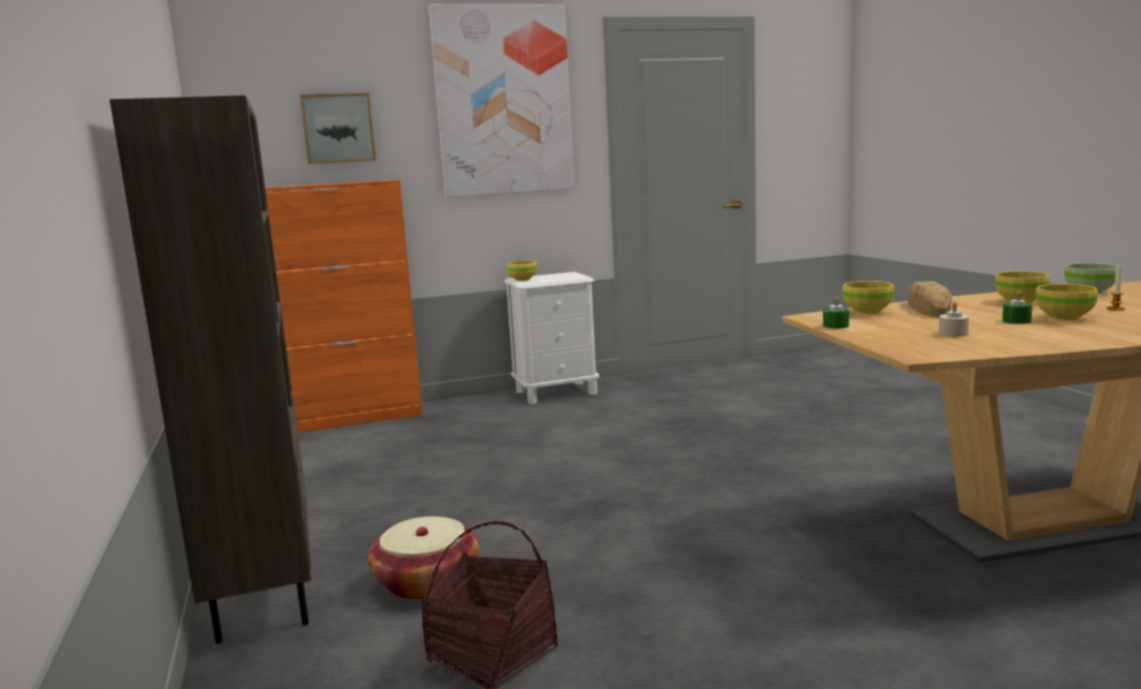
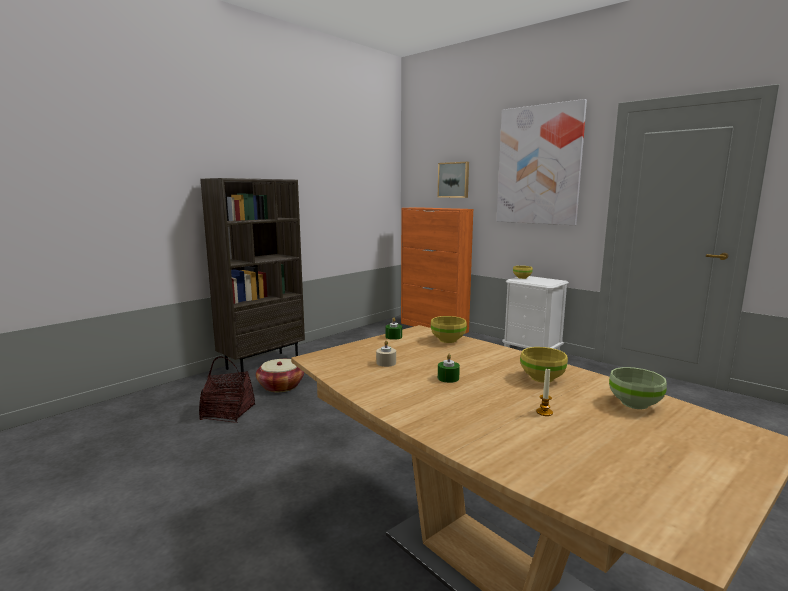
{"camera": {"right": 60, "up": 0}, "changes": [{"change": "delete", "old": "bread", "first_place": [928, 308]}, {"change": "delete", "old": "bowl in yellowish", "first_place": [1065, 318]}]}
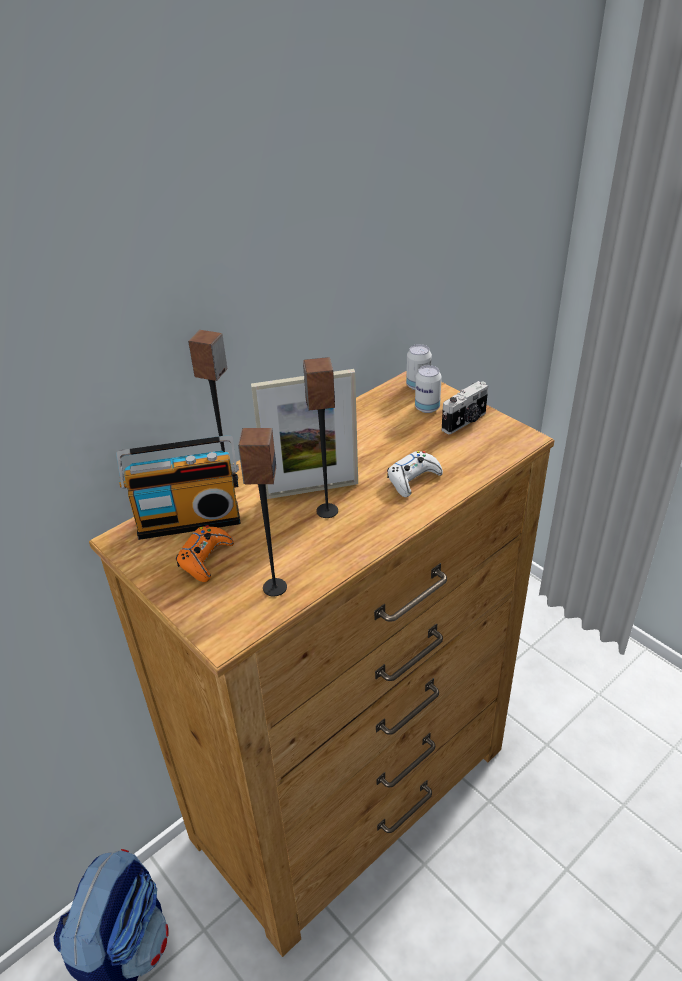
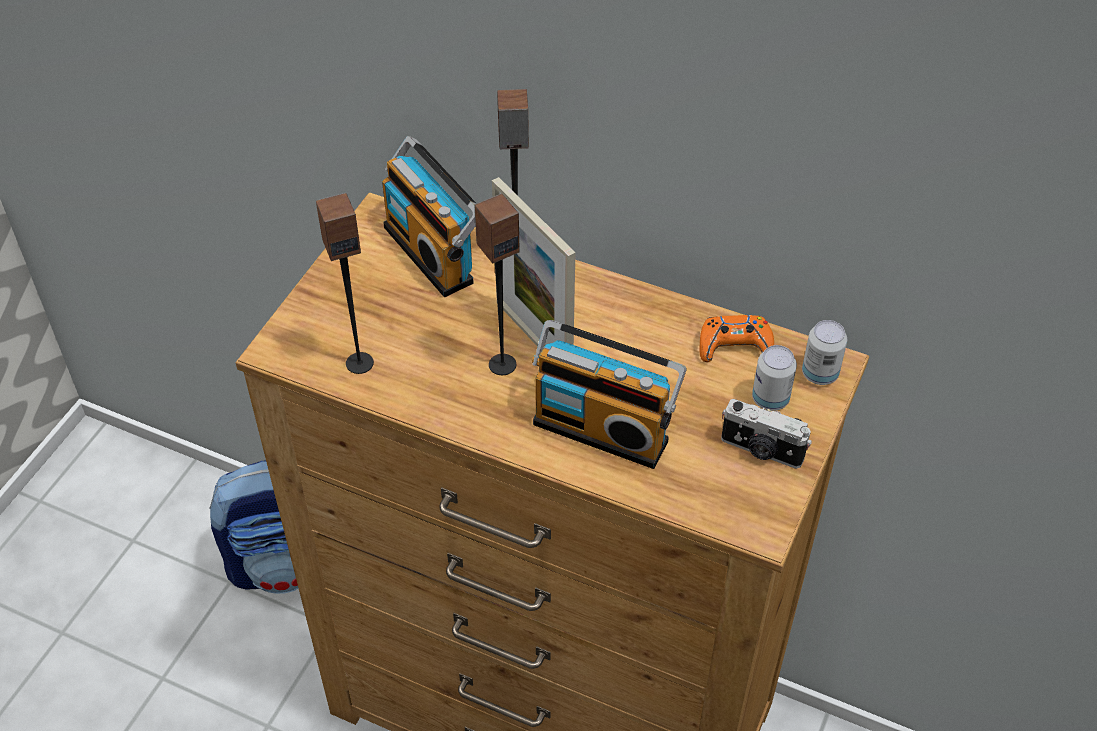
{"camera": {"right": 65, "up": 10}, "changes": [{"change": "move", "old": "gamepad in orangey", "first_place": [205, 558], "second_place": [734, 346]}, {"change": "replace", "old": "gamepad in white", "new": "radio set", "first_place": [413, 479], "second_place": [603, 428]}]}
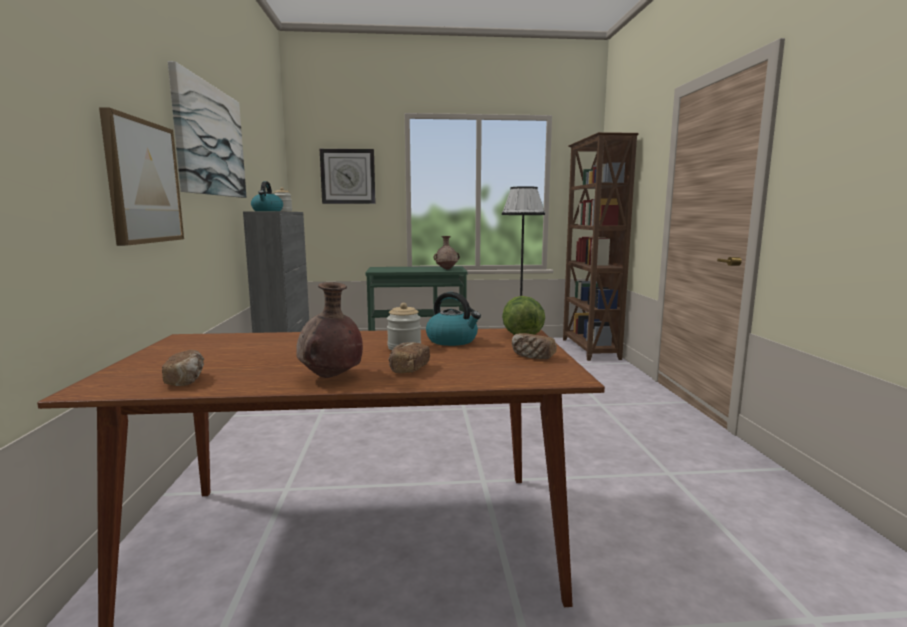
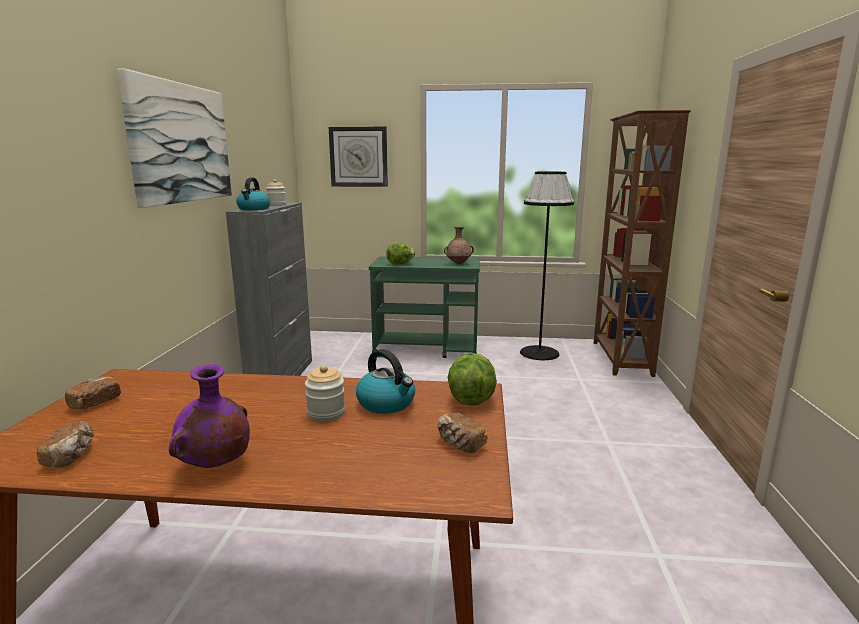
{"camera": {"right": 10, "up": 5}, "changes": [{"change": "delete", "old": "wall picture", "first_place": [142, 182]}, {"change": "insert", "new": "lettuce head", "second_place": [400, 264]}, {"change": "move", "old": "bread", "first_place": [408, 369], "second_place": [94, 403]}, {"change": "recolor", "old": "flower vase in brownish", "new": "flower vase in purple-coloured", "first_place": [331, 377], "second_place": [214, 466]}]}
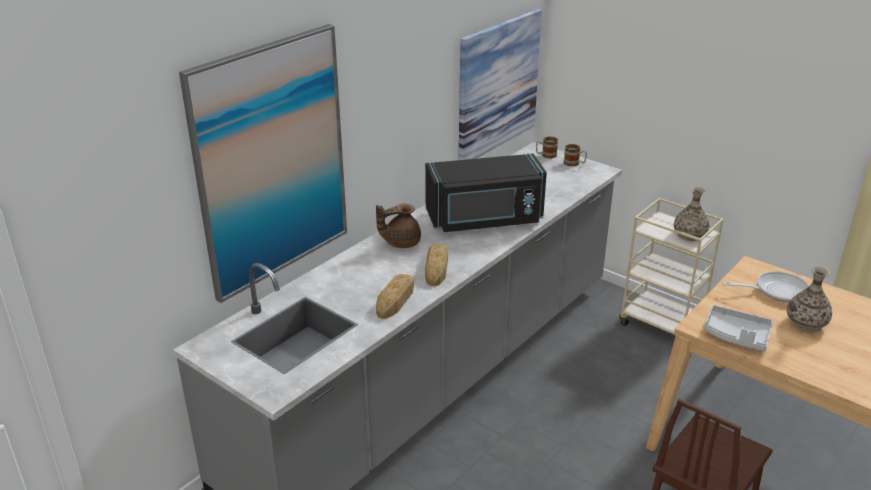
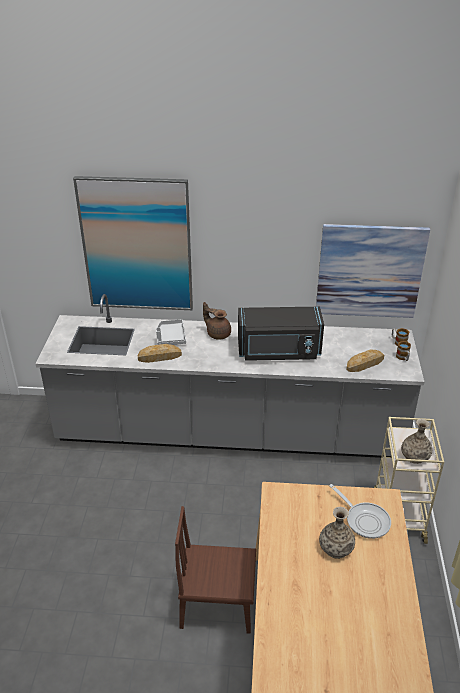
{"camera": {"right": 55, "up": 5}, "changes": [{"change": "move", "old": "bread", "first_place": [436, 268], "second_place": [365, 364]}, {"change": "move", "old": "tray in greyish", "first_place": [736, 335], "second_place": [170, 337]}, {"change": "rotate", "old": "microwave oven in black-coloured", "first_place": [485, 219], "second_place": [279, 351], "degrees": -45}]}
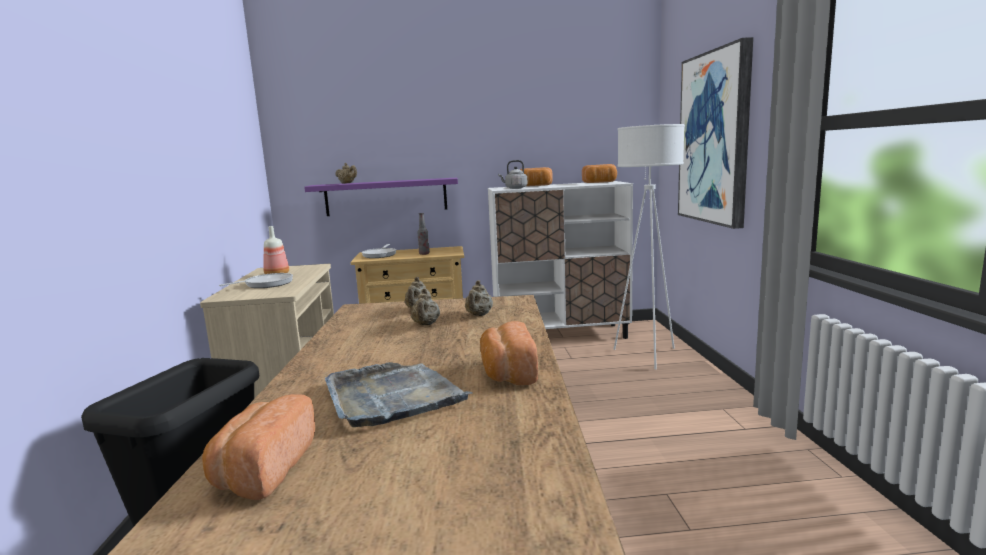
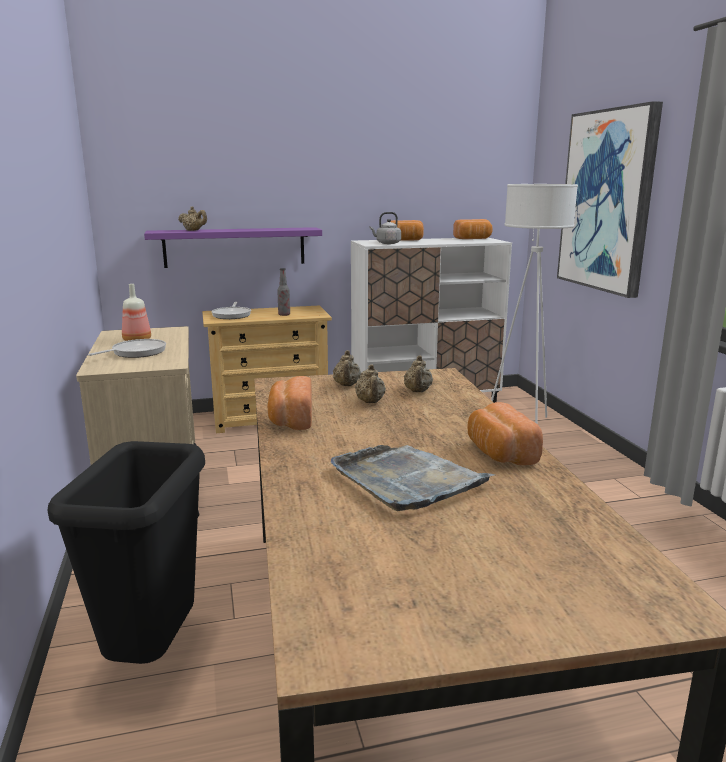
{"camera": {"right": -10, "up": 5}, "changes": [{"change": "move", "old": "bread", "first_place": [263, 470], "second_place": [290, 420]}]}
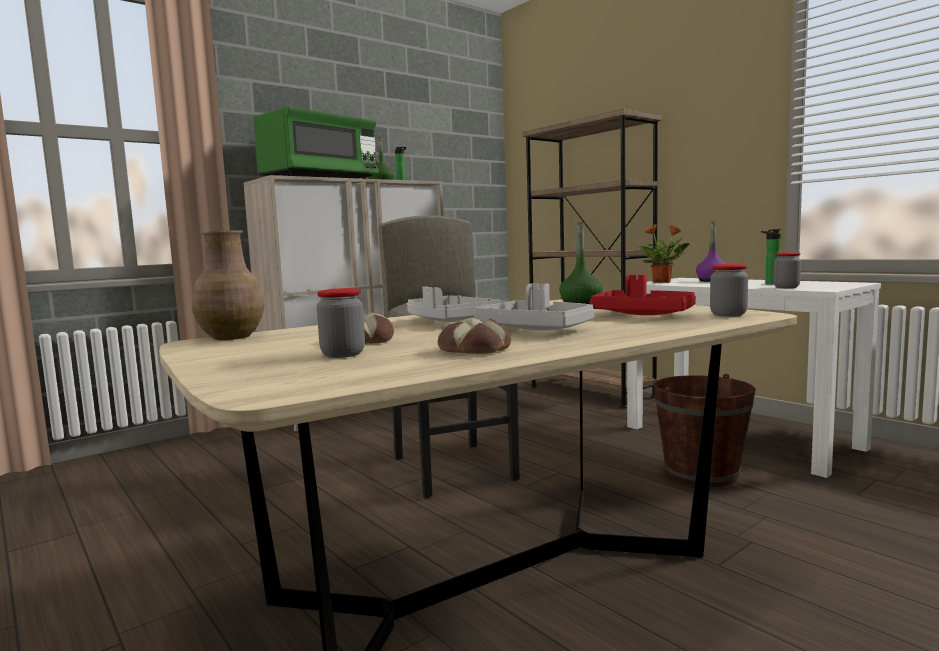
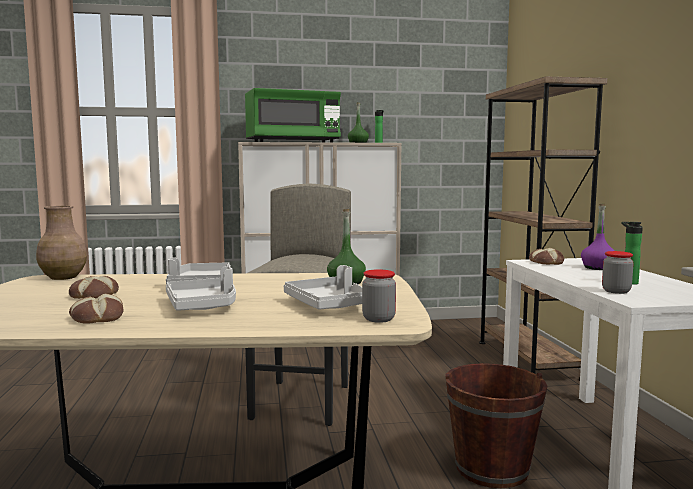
{"camera": {"right": 30, "up": 0}, "changes": [{"change": "delete", "old": "storage jar", "first_place": [343, 354]}, {"change": "replace", "old": "plant in a pot", "new": "bread", "first_place": [662, 282], "second_place": [545, 262]}, {"change": "recolor", "old": "tray in red", "new": "tray in greyish", "first_place": [643, 314], "second_place": [328, 305]}]}
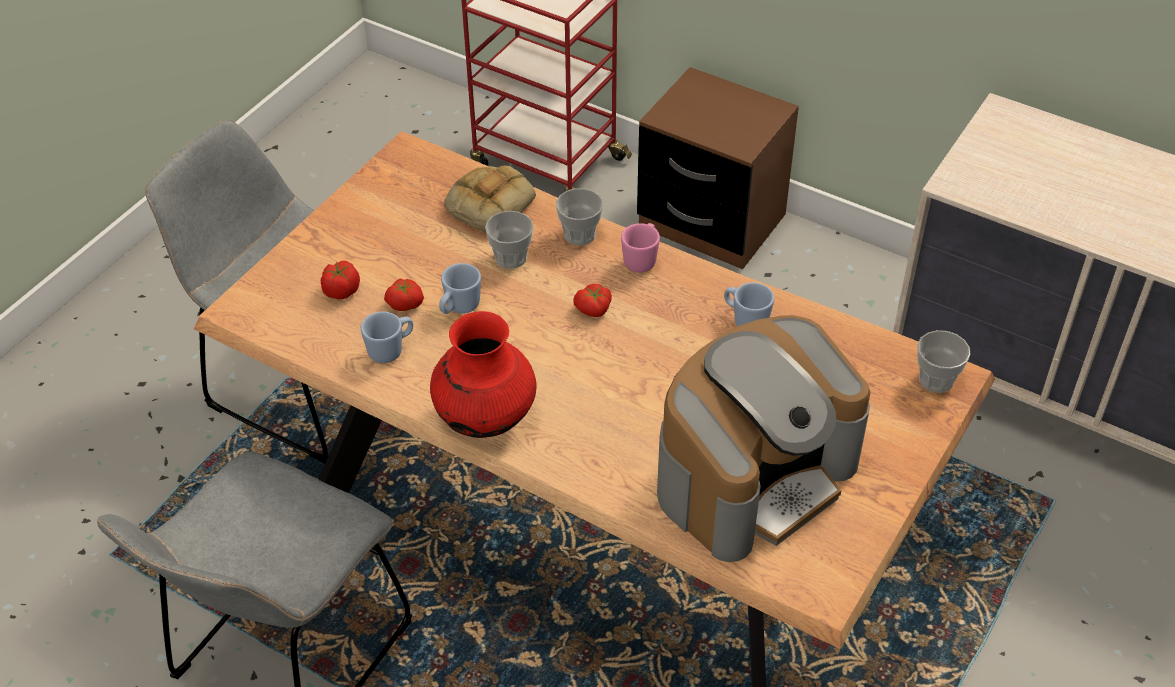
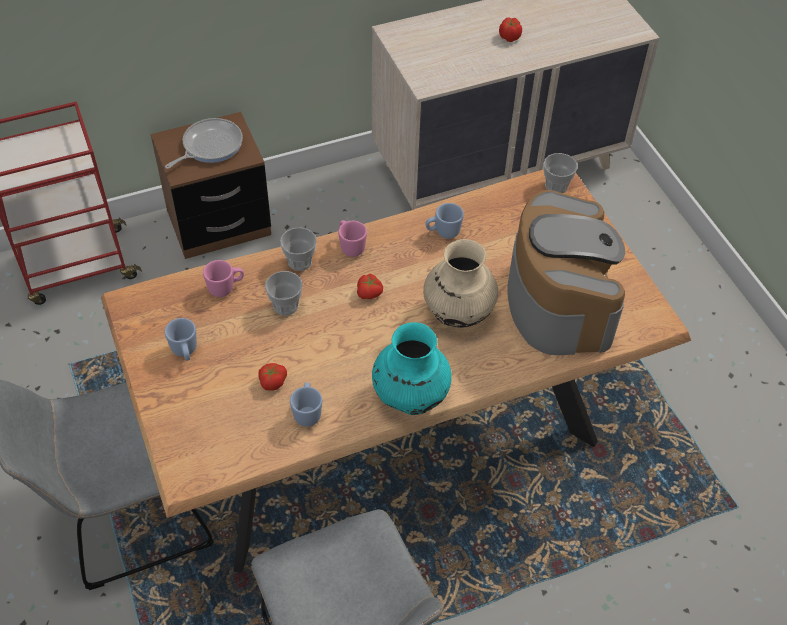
{"camera": {"right": -55, "up": 5}, "changes": [{"change": "insert", "new": "frying pan", "second_place": [209, 146]}, {"change": "insert", "new": "flower vase in beige-coloured", "second_place": [458, 312]}, {"change": "move", "old": "tomato", "first_place": [341, 291], "second_place": [509, 37]}, {"change": "move", "old": "mug in blue-coloured", "first_place": [459, 308], "second_place": [185, 352]}, {"change": "replace", "old": "bread", "new": "mug in pinkish", "first_place": [489, 203], "second_place": [226, 288]}, {"change": "recolor", "old": "flower vase in red", "new": "flower vase in blue-green", "first_place": [485, 418], "second_place": [410, 396]}]}
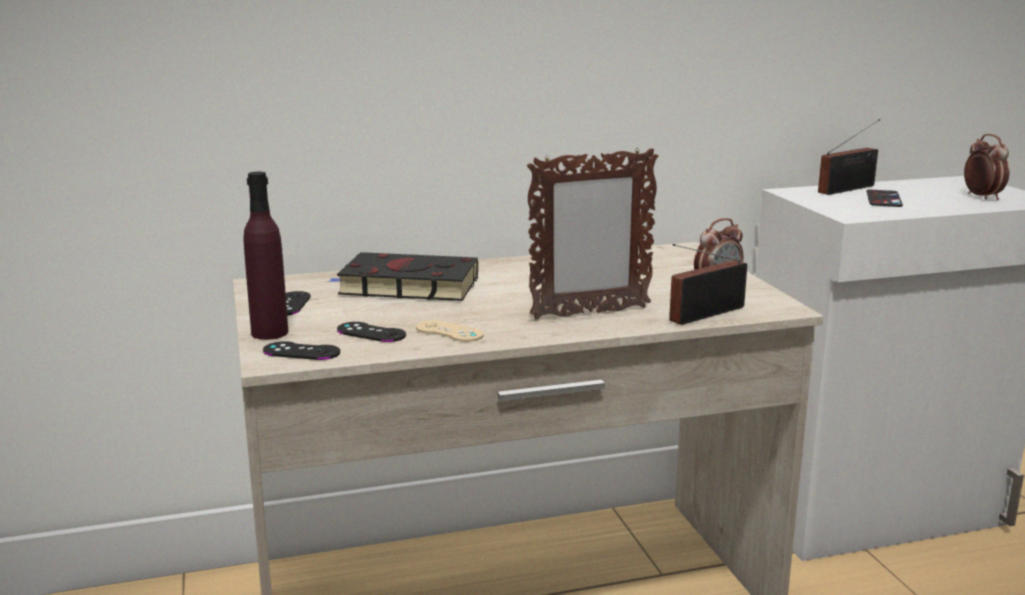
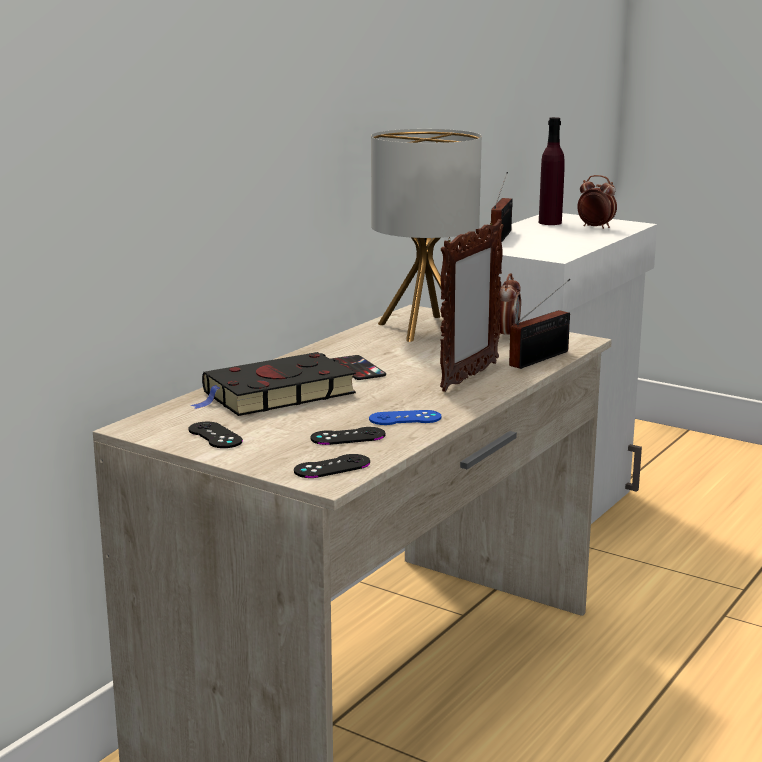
{"camera": {"right": -40, "up": 0}, "changes": [{"change": "insert", "new": "table lamp", "second_place": [423, 328]}, {"change": "move", "old": "bottle in purple-coloured", "first_place": [269, 333], "second_place": [550, 222]}, {"change": "move", "old": "phone", "first_place": [883, 199], "second_place": [357, 368]}, {"change": "recolor", "old": "gamepad in beige-coloured", "new": "gamepad in blue-coloured", "first_place": [449, 331], "second_place": [405, 418]}, {"change": "rotate", "old": "radio set", "first_place": [702, 314], "second_place": [542, 358], "degrees": -150}]}
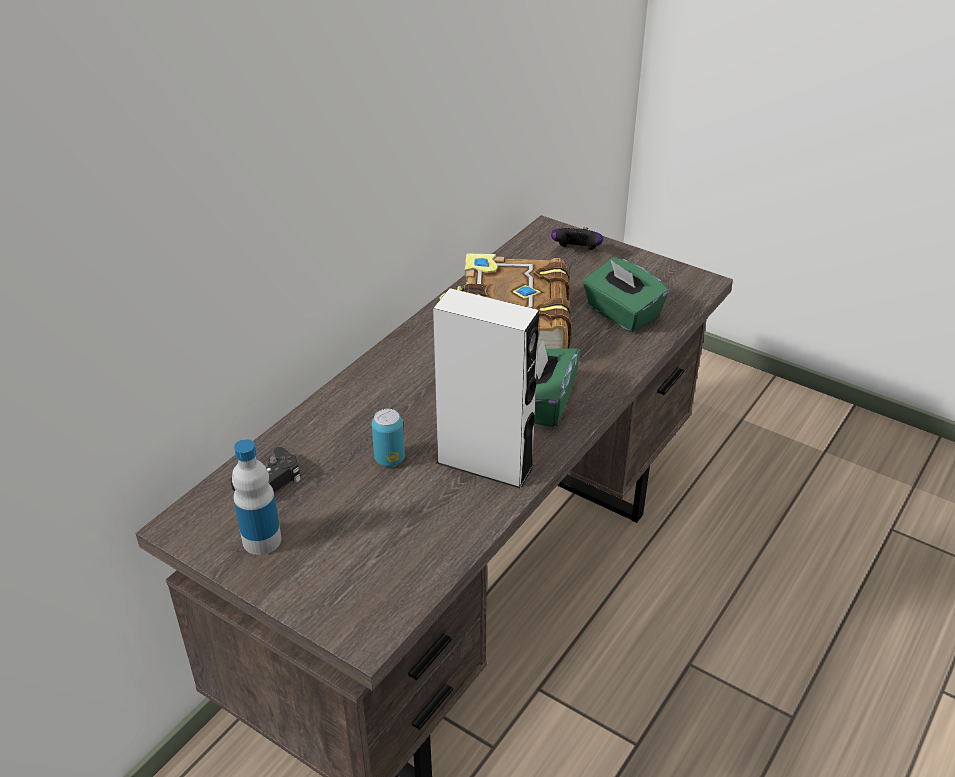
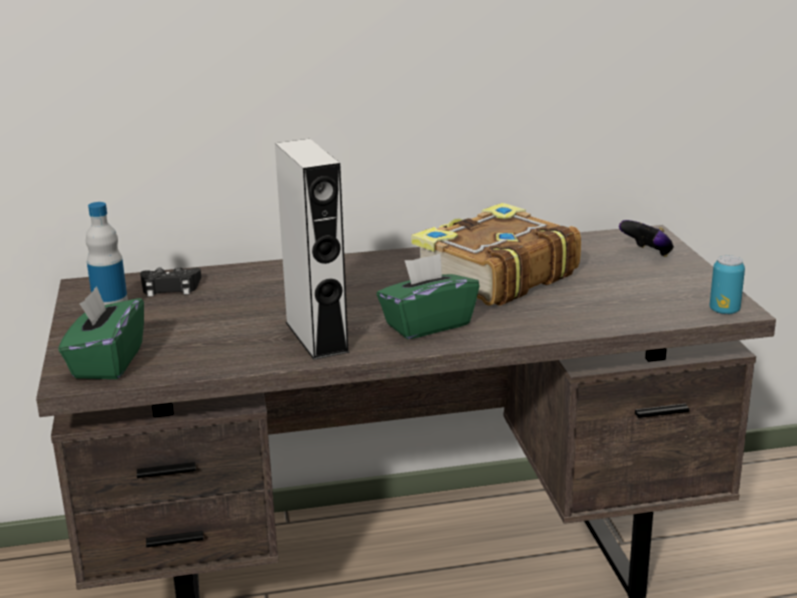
{"camera": {"right": 45, "up": -15}, "changes": [{"change": "move", "old": "can", "first_place": [389, 459], "second_place": [724, 310]}, {"change": "move", "old": "tissue holder in greenish", "first_place": [621, 314], "second_place": [107, 362]}]}
